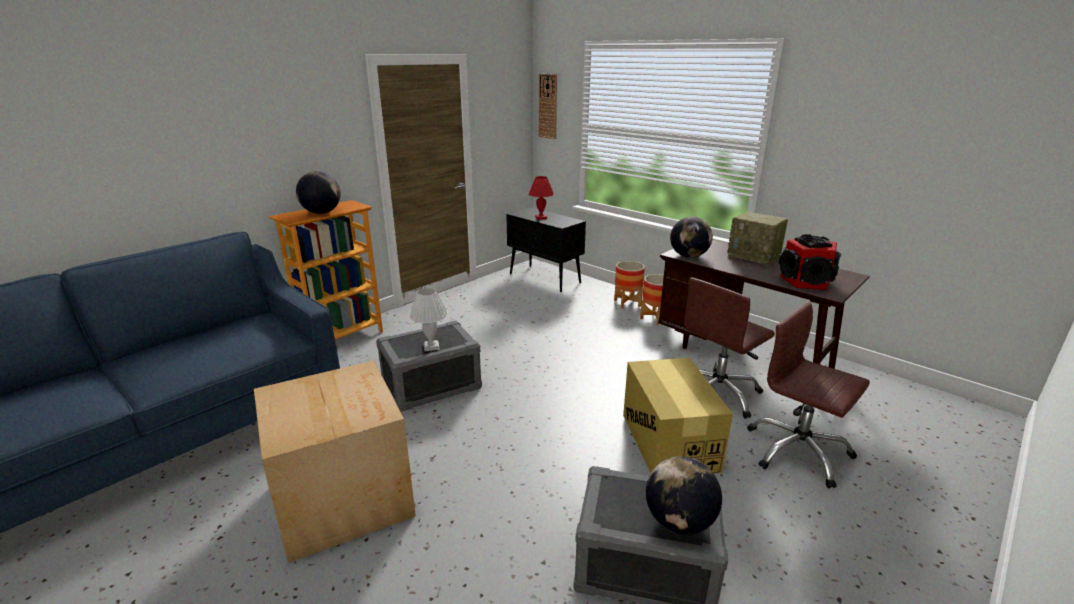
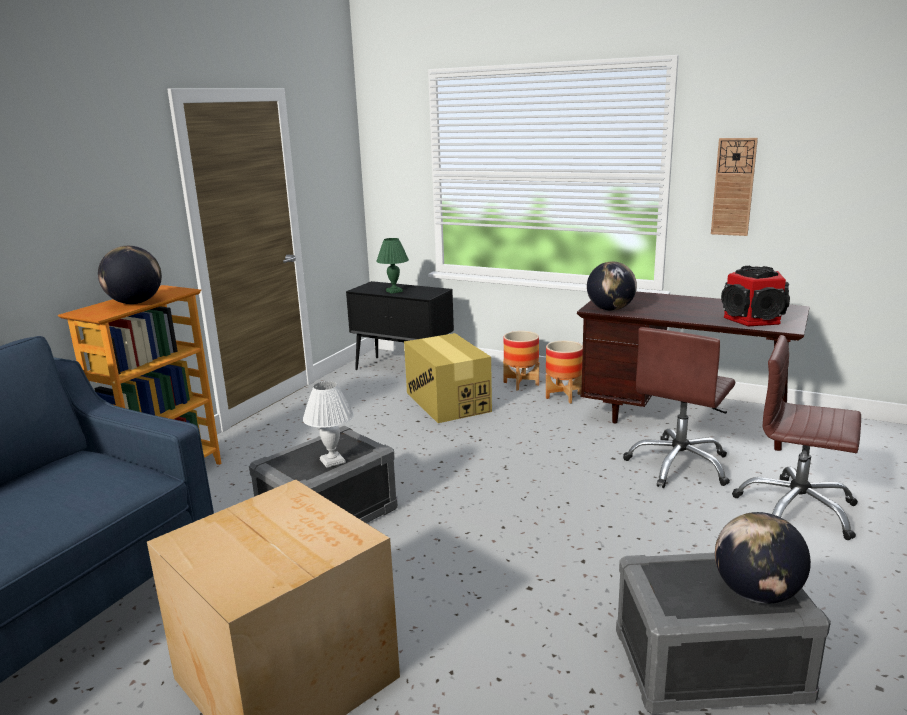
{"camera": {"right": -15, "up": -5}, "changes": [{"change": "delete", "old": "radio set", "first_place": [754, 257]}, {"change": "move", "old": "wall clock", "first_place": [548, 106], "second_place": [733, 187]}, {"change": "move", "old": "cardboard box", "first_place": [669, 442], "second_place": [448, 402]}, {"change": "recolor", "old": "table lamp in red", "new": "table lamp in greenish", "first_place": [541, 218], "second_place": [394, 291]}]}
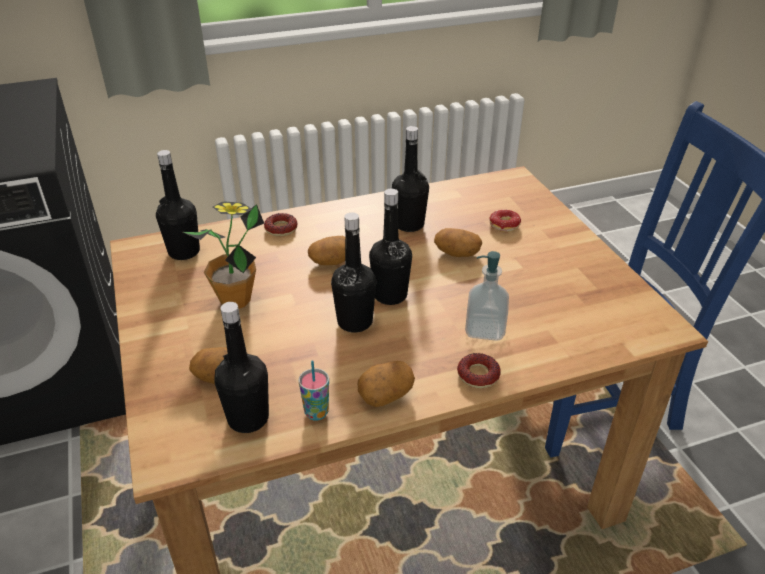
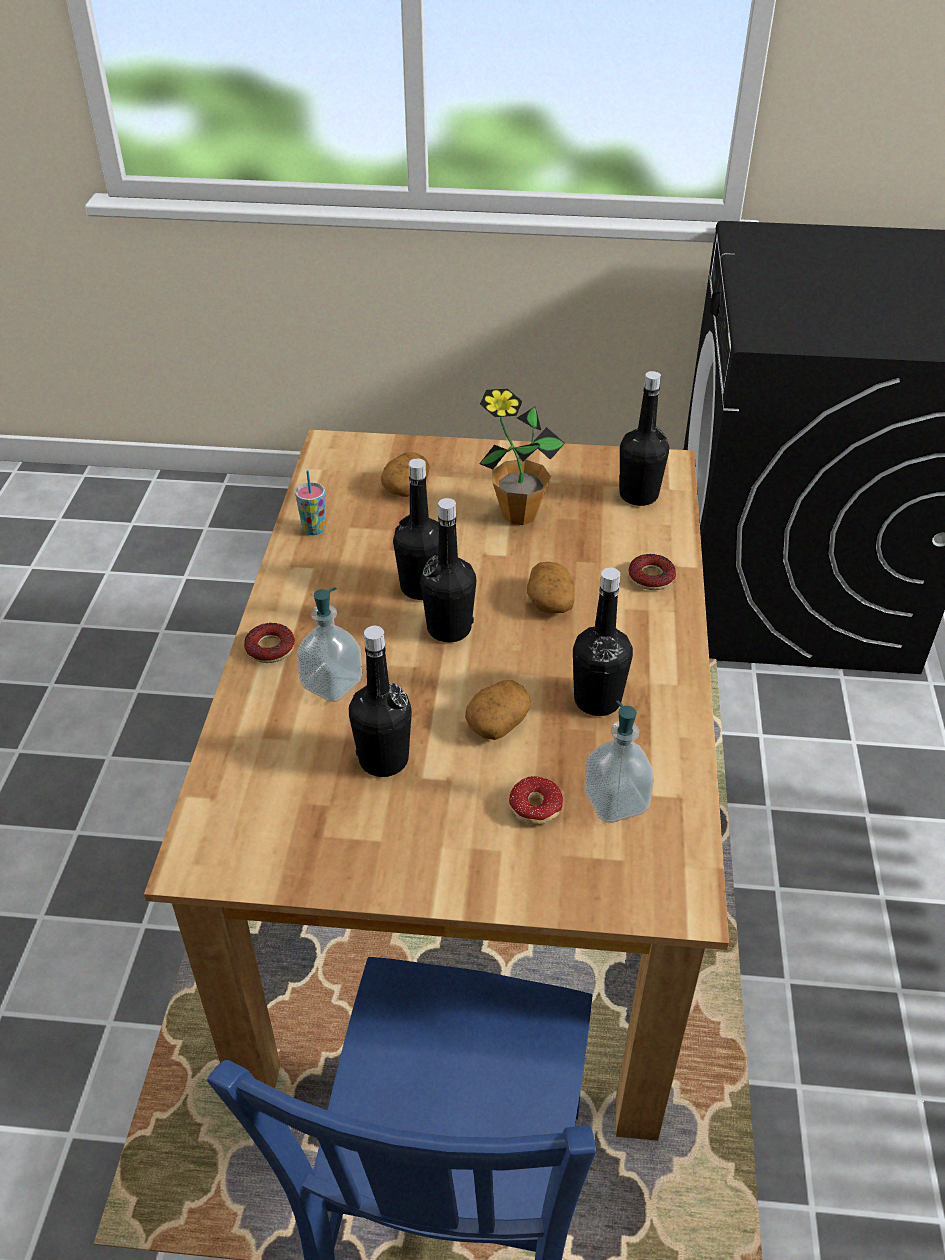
{"camera": {"right": 115, "up": 5}, "changes": [{"change": "delete", "old": "spud", "first_place": [386, 394]}, {"change": "insert", "new": "liquid soap bottle", "second_place": [615, 801]}, {"change": "move", "old": "bottle in black-coloured", "first_place": [248, 418], "second_place": [383, 759]}]}
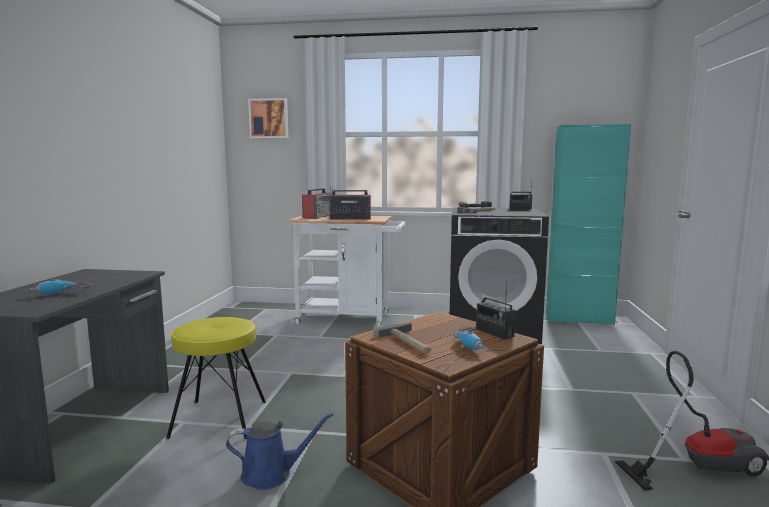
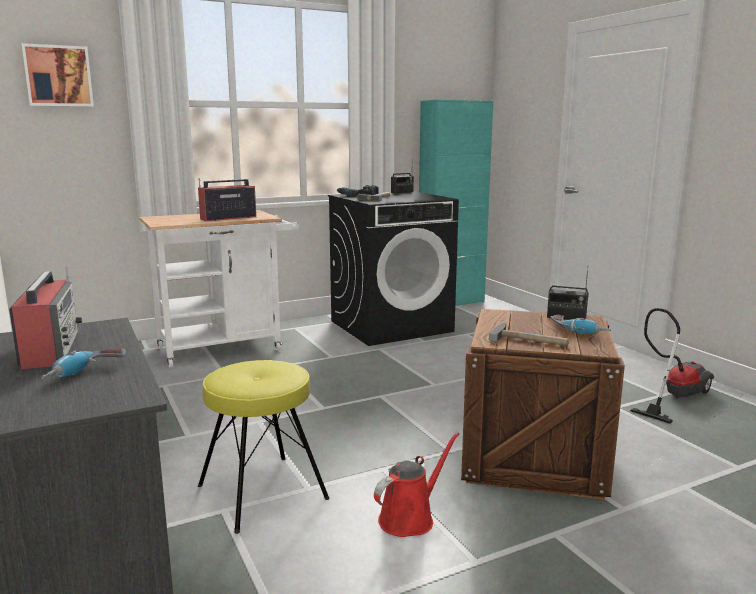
{"camera": {"right": -35, "up": 5}, "changes": [{"change": "move", "old": "radio set", "first_place": [318, 216], "second_place": [50, 349]}, {"change": "recolor", "old": "watering can in blue-coloured", "new": "watering can in red", "first_place": [272, 474], "second_place": [410, 518]}]}
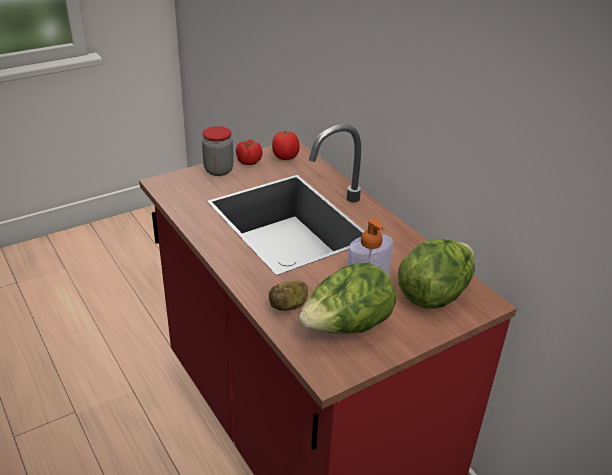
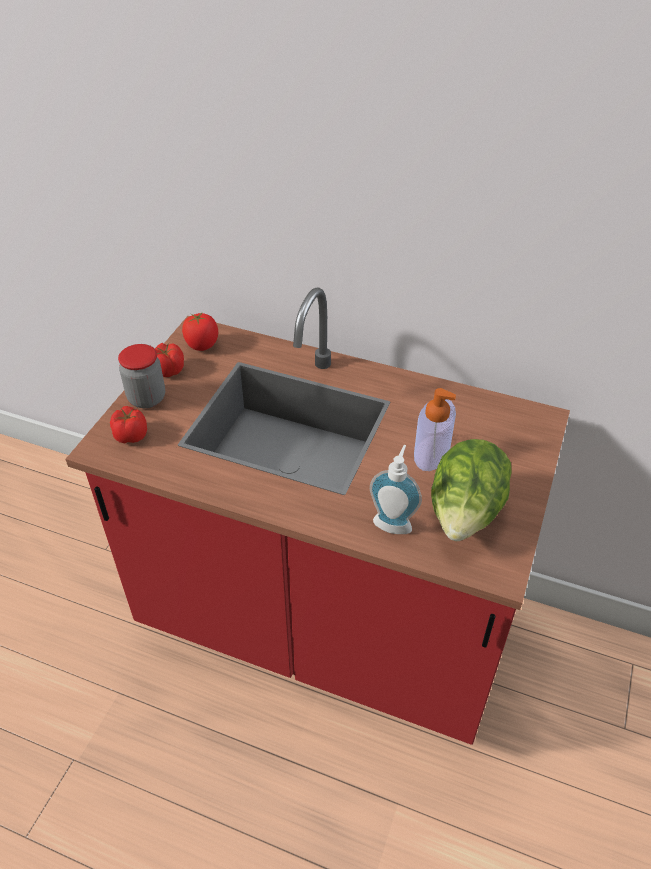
{"camera": {"right": -35, "up": 10}, "changes": [{"change": "delete", "old": "lettuce head", "first_place": [434, 294]}, {"change": "insert", "new": "tomato", "second_place": [131, 435]}, {"change": "replace", "old": "spud", "new": "liquid soap bottle", "first_place": [289, 305], "second_place": [393, 522]}]}
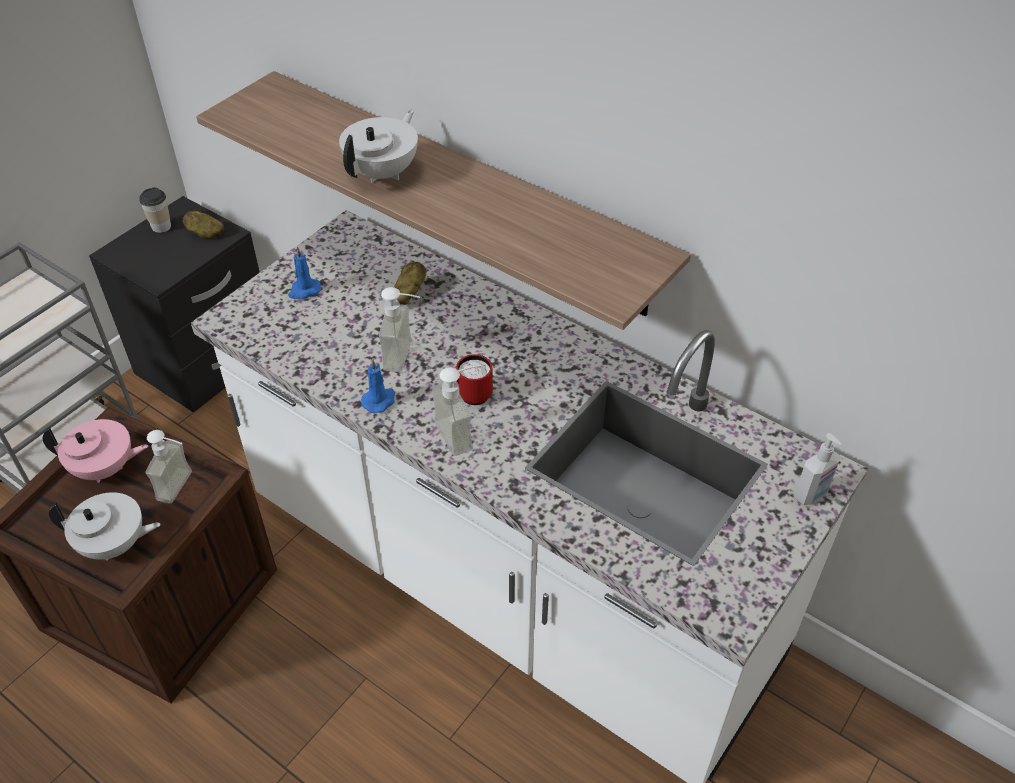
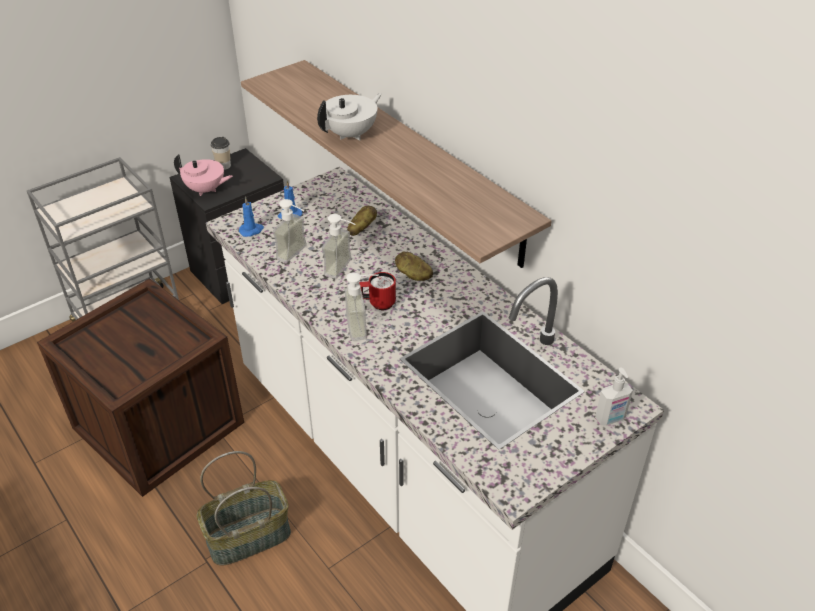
{"camera": {"right": 15, "up": -5}, "changes": [{"change": "delete", "old": "teapot in white", "first_place": [114, 545]}, {"change": "insert", "new": "basket", "second_place": [249, 535]}, {"change": "move", "old": "teapot in pinkish", "first_place": [105, 468], "second_place": [206, 190]}, {"change": "move", "old": "liquid soap bottle", "first_place": [183, 488], "second_place": [297, 254]}, {"change": "move", "old": "spud", "first_place": [205, 234], "second_place": [413, 275]}, {"change": "move", "old": "candle in blue-coloured", "first_place": [379, 400], "second_place": [251, 230]}]}
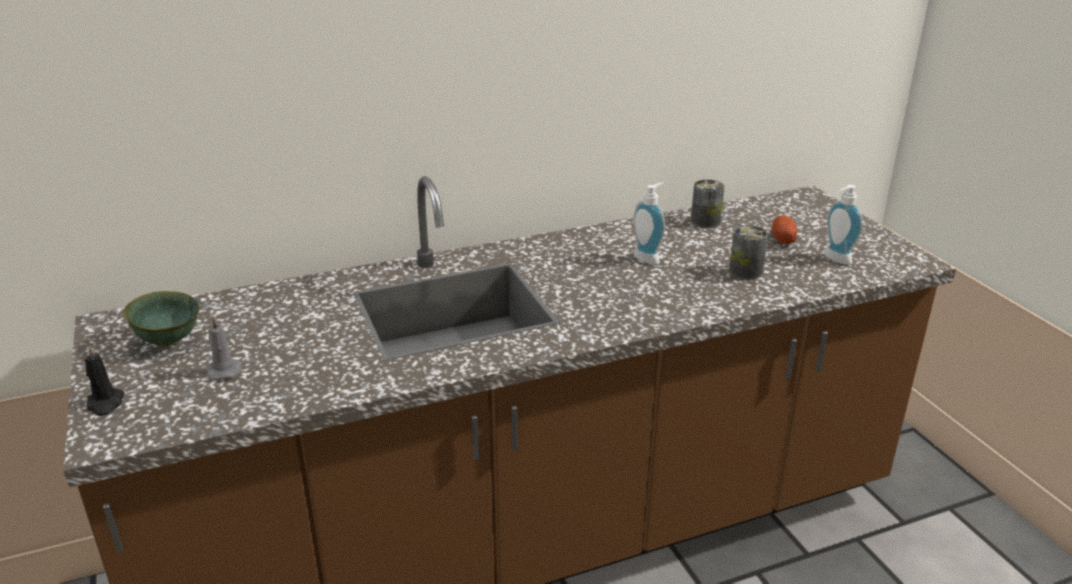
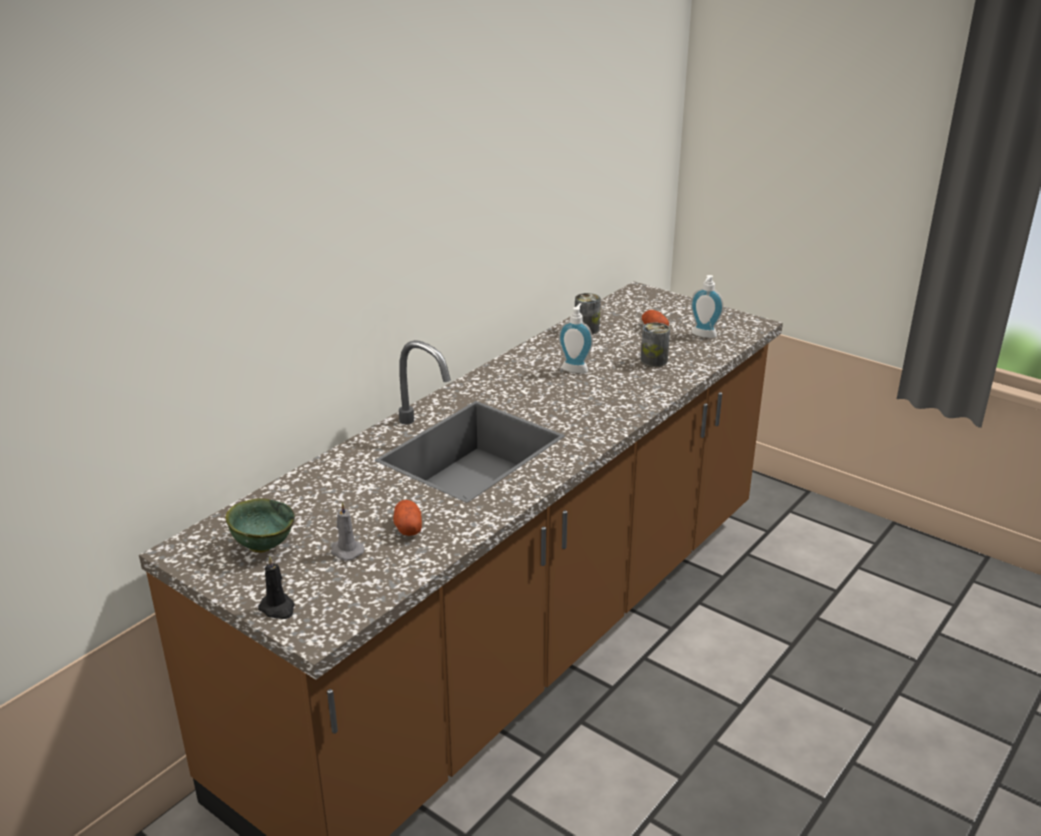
{"camera": {"right": -30, "up": 0}, "changes": [{"change": "insert", "new": "spud", "second_place": [408, 527]}]}
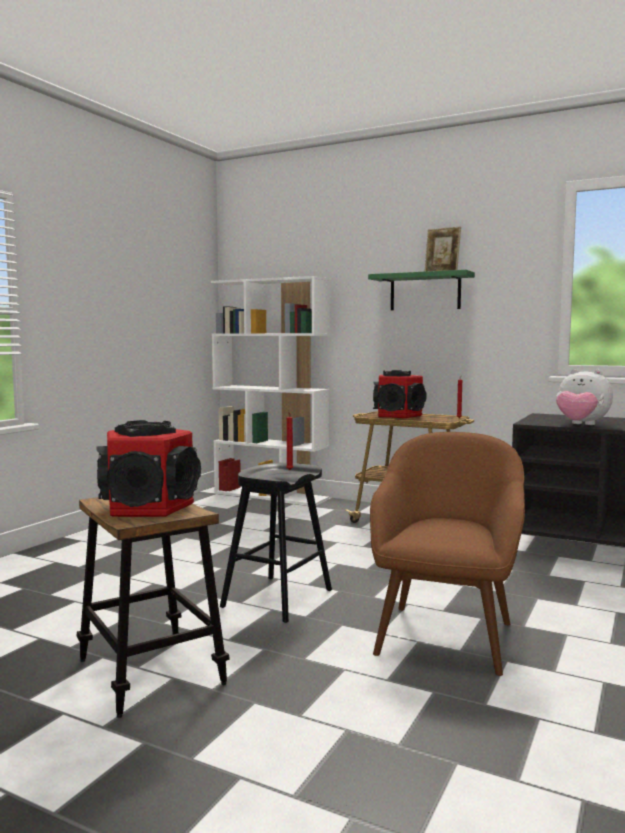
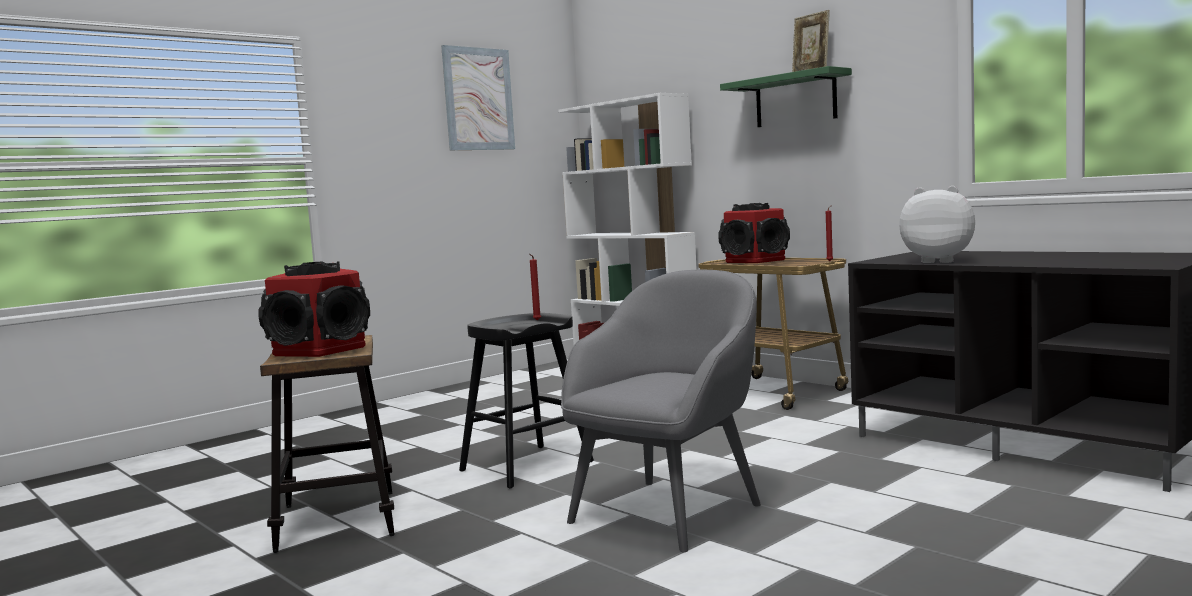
{"camera": {"right": 20, "up": 0}, "changes": [{"change": "insert", "new": "wall picture", "second_place": [478, 99]}, {"change": "recolor", "old": "lounge chair in brownish", "new": "lounge chair in greyish", "first_place": [445, 636], "second_place": [668, 511]}, {"change": "rotate", "old": "soft toy", "first_place": [581, 425], "second_place": [938, 261], "degrees": 150}]}
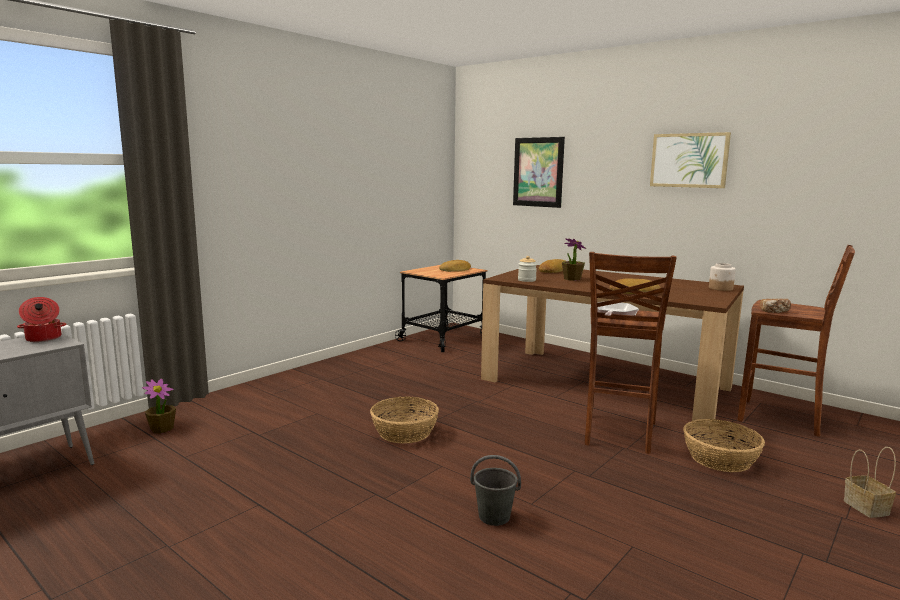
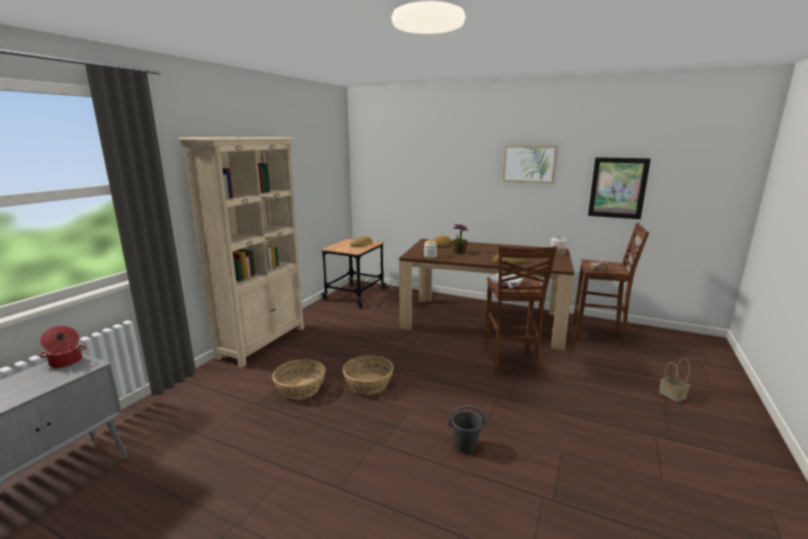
{"camera": {"right": -15, "up": 5}, "changes": [{"change": "delete", "old": "plant in a pot", "first_place": [162, 429]}, {"change": "insert", "new": "bookcase in beige-coloured", "second_place": [263, 342]}, {"change": "move", "old": "wall picture", "first_place": [538, 172], "second_place": [617, 188]}, {"change": "move", "old": "basket", "first_place": [720, 458], "second_place": [300, 388]}]}
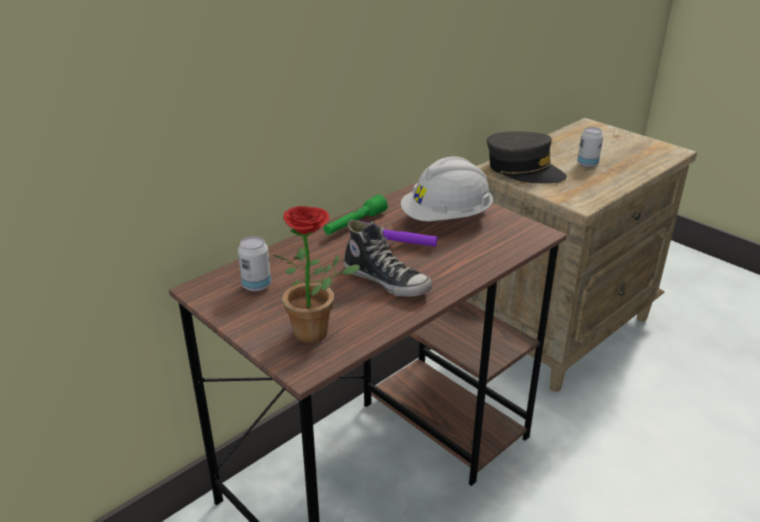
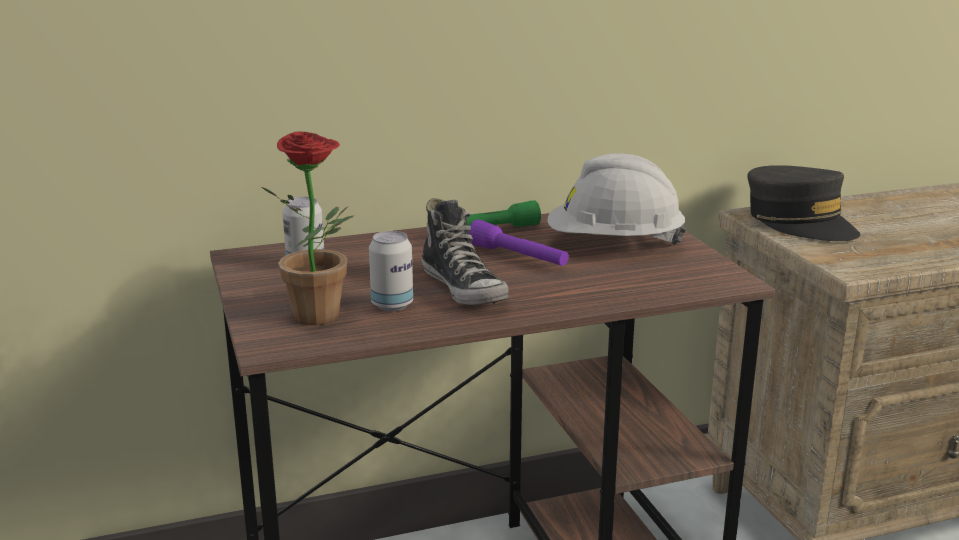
{"camera": {"right": 25, "up": -10}, "changes": [{"change": "move", "old": "can", "first_place": [587, 164], "second_place": [392, 305]}]}
